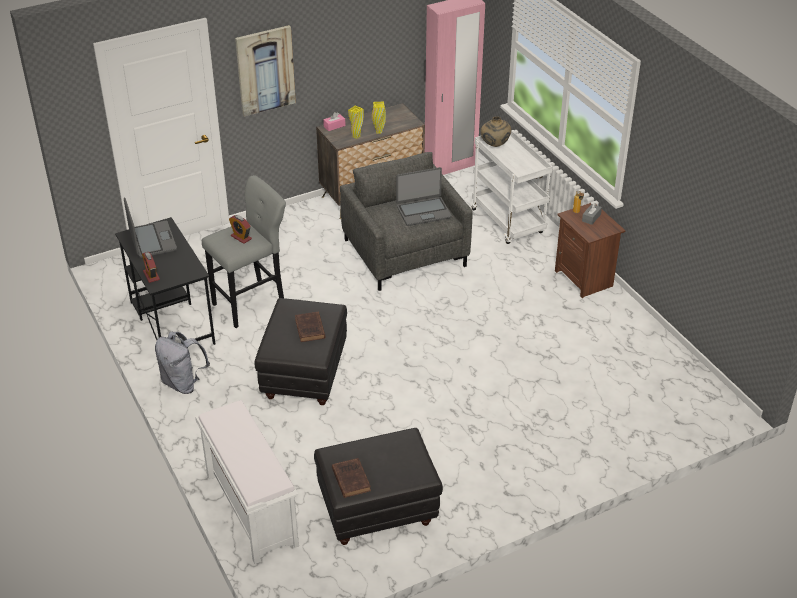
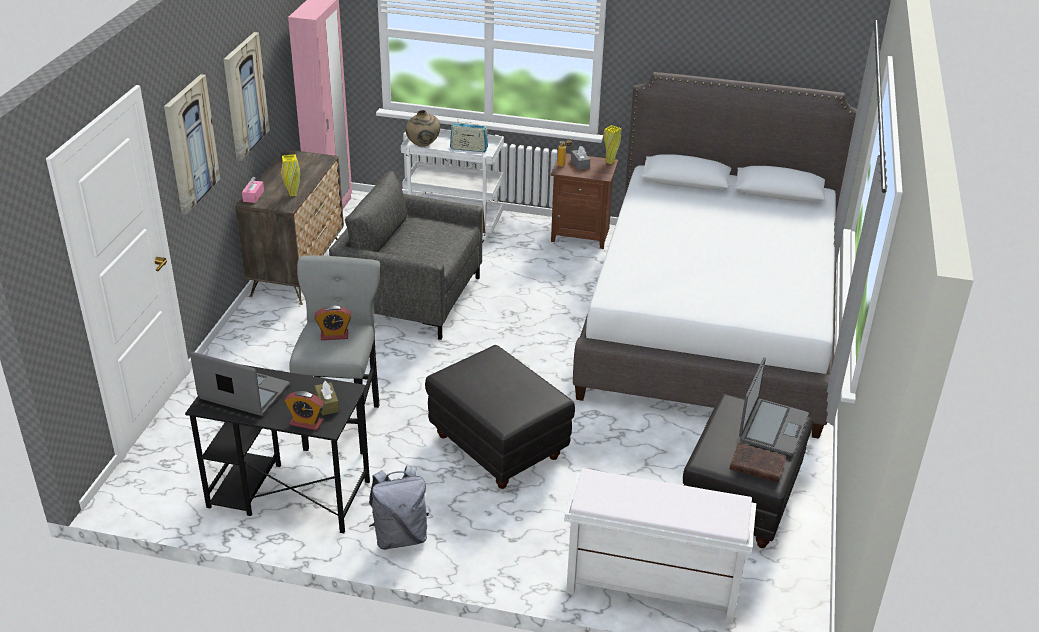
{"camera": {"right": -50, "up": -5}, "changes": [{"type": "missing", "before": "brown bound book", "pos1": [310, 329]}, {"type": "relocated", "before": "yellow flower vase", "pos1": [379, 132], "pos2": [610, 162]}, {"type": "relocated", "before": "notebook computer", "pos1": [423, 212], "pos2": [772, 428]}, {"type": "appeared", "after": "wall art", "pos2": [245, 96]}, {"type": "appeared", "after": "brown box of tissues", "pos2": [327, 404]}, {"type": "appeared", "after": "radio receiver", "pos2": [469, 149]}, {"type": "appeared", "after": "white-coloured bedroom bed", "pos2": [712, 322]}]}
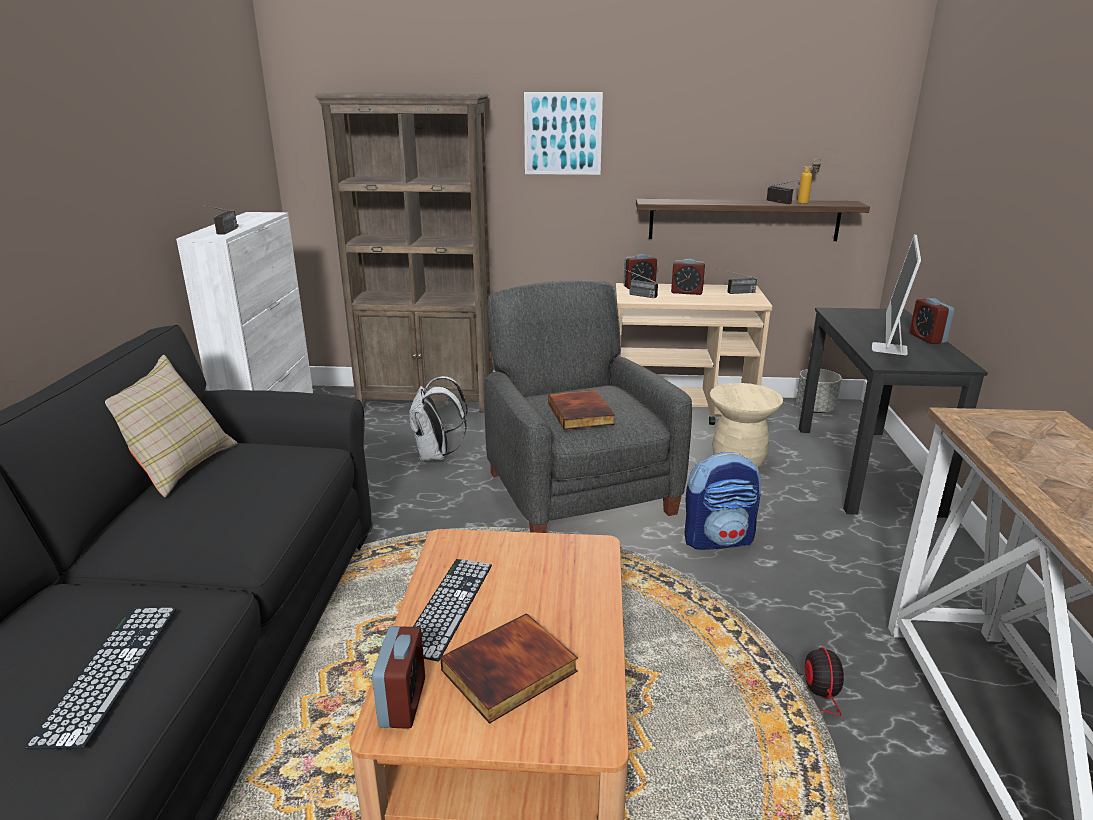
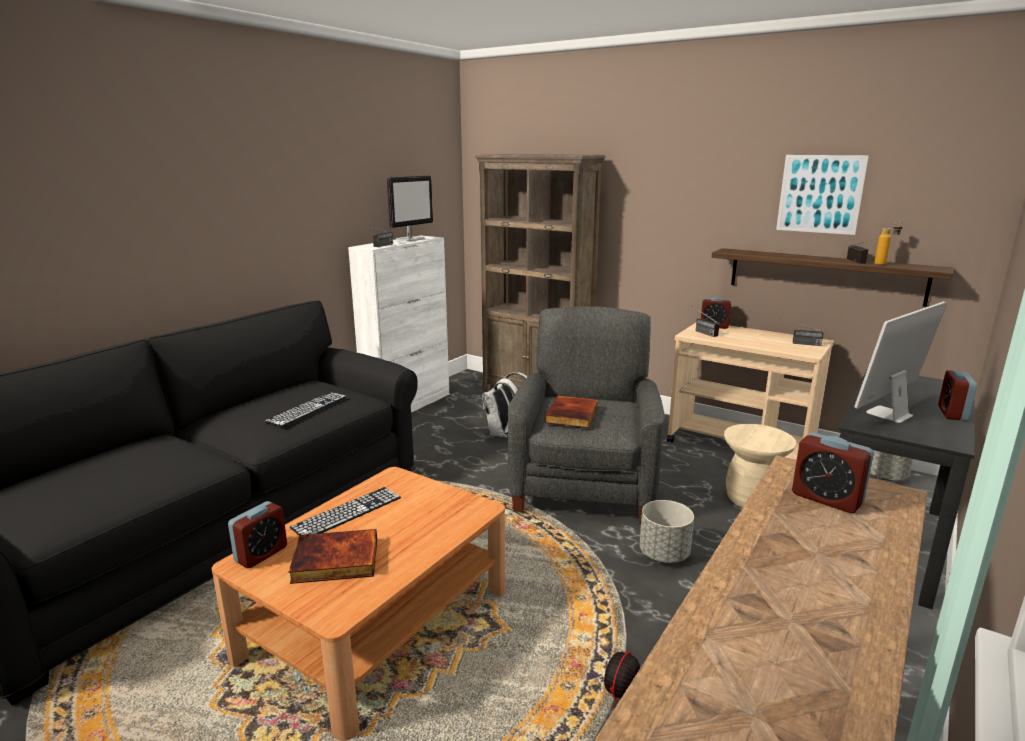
{"camera": {"right": 30, "up": -5}, "changes": [{"type": "relocated", "before": "computer keyboard", "pos1": [109, 672], "pos2": [307, 409]}, {"type": "missing", "before": "sand-coloured cushion", "pos1": [175, 467]}, {"type": "relocated", "before": "wall art", "pos1": [563, 134], "pos2": [820, 194]}, {"type": "relocated", "before": "bedside clock", "pos1": [686, 292], "pos2": [826, 499]}, {"type": "exchanged", "before": "rucksack", "after": "gray planter", "pos1": [718, 539], "pos2": [664, 554]}, {"type": "appeared", "after": "computer display", "pos2": [410, 239]}]}
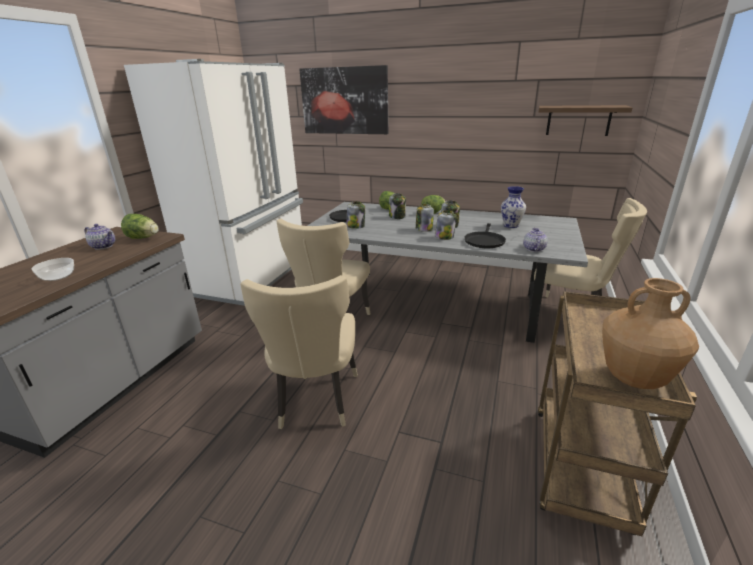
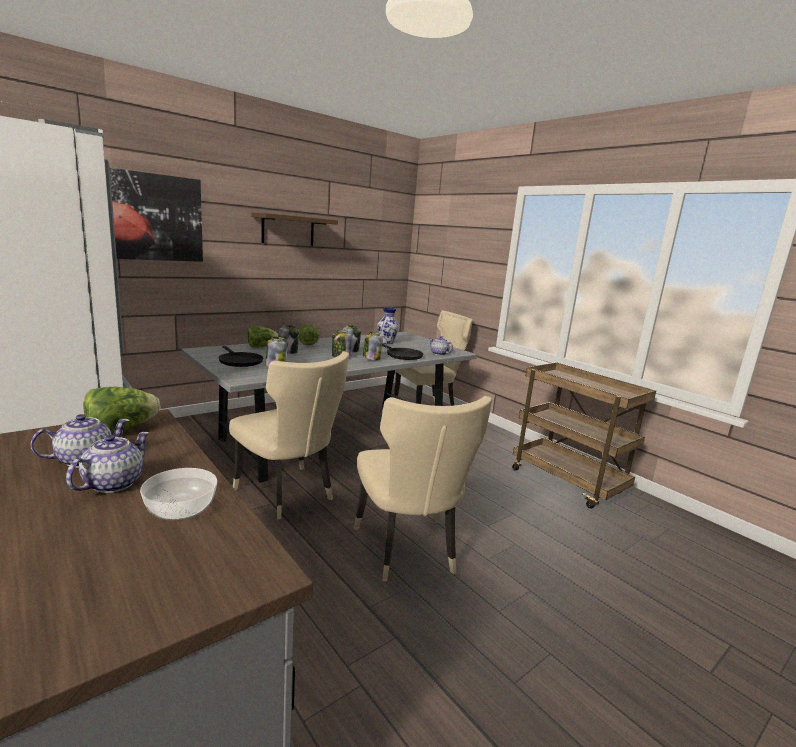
{"camera": {"right": -60, "up": -10}, "changes": [{"type": "spun", "before": "sand-coloured upright chair", "pos1": [315, 402], "pos2": [408, 551], "turn": 45}, {"type": "relocated", "before": "brown shelf", "pos1": [578, 120], "pos2": [288, 230]}, {"type": "missing", "before": "brown flower vase", "pos1": [634, 379]}, {"type": "appeared", "after": "pot for tea", "pos2": [112, 484]}]}
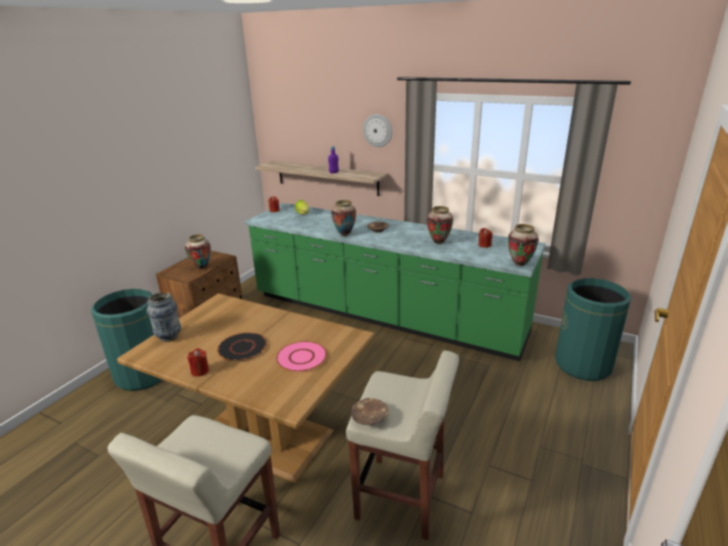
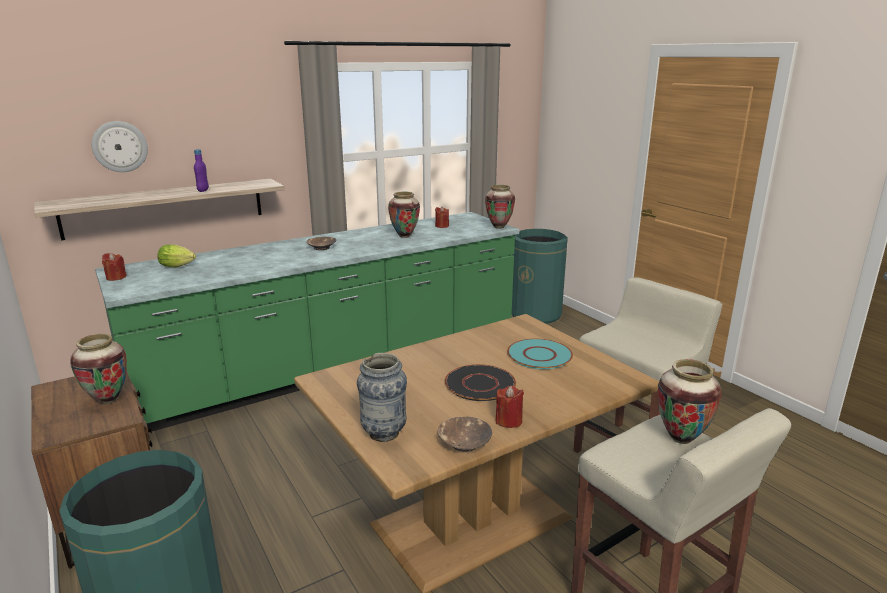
{"camera": {"right": -60, "up": -5}, "changes": [{"type": "colour", "before": "pink-coloured plate", "after": "blue-green plate", "pos1": [301, 357], "pos2": [539, 355]}, {"type": "relocated", "before": "flower vase", "pos1": [344, 234], "pos2": [681, 439]}, {"type": "relocated", "before": "brown serving bowl", "pos1": [370, 417], "pos2": [464, 442]}, {"type": "relocated", "before": "clock on the wall", "pos1": [378, 130], "pos2": [120, 146]}]}
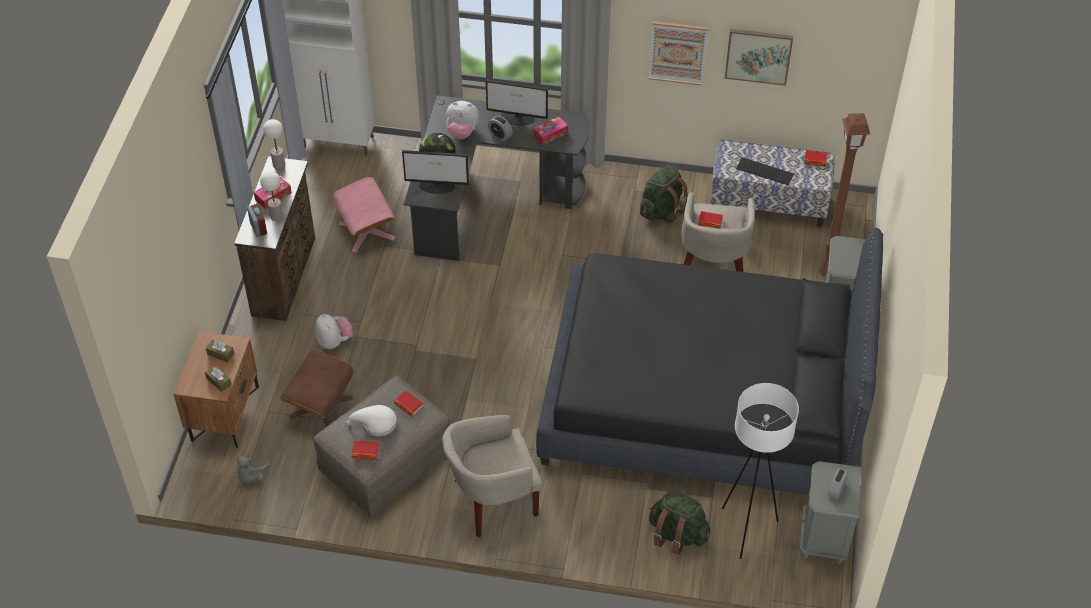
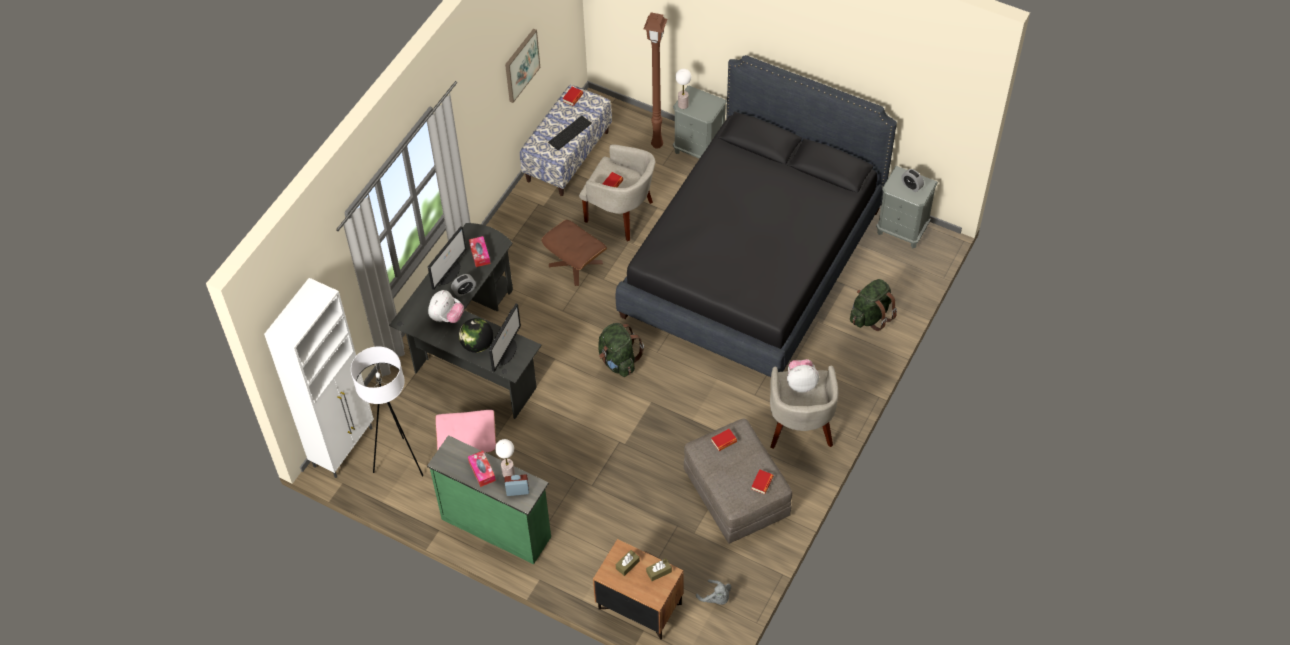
{"camera": {"right": -70, "up": 5}, "changes": [{"type": "colour", "before": "brown chest of drawers", "after": "green chest of drawers", "pos1": [285, 276], "pos2": [496, 526]}, {"type": "relocated", "before": "table lamp", "pos1": [279, 164], "pos2": [683, 105]}, {"type": "relocated", "before": "brown footrest", "pos1": [320, 407], "pos2": [575, 264]}, {"type": "relocated", "before": "plush toy", "pos1": [334, 341], "pos2": [801, 383]}, {"type": "missing", "before": "white-coloured clothing hat", "pos1": [376, 423]}, {"type": "relocated", "before": "green rucksack", "pos1": [661, 210], "pos2": [618, 361]}, {"type": "missing", "before": "wall art", "pos1": [678, 52]}, {"type": "relocated", "before": "white-coloured standard lamp", "pos1": [746, 530], "pos2": [400, 462]}]}
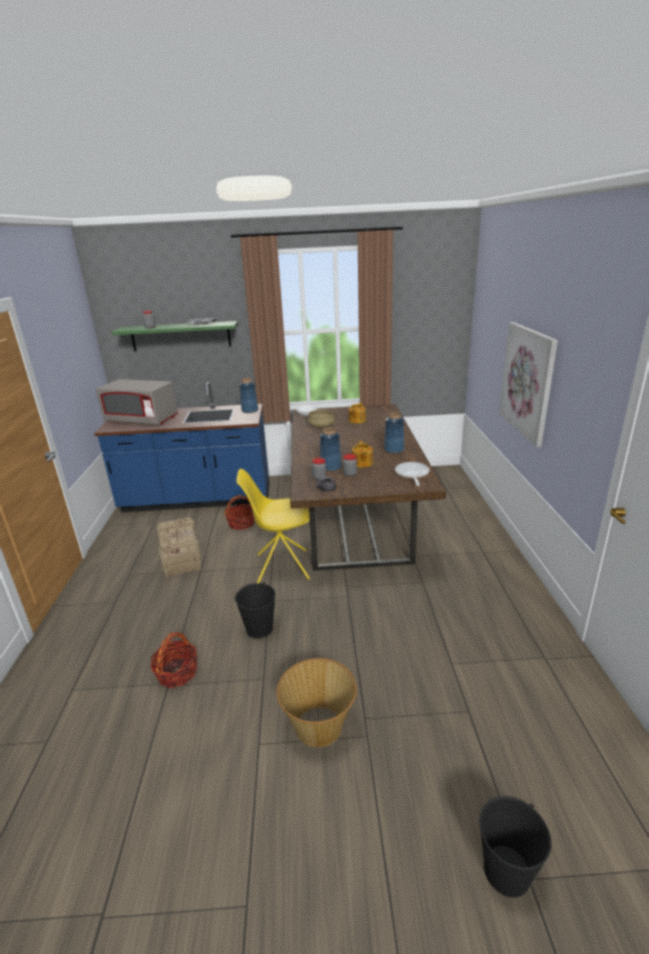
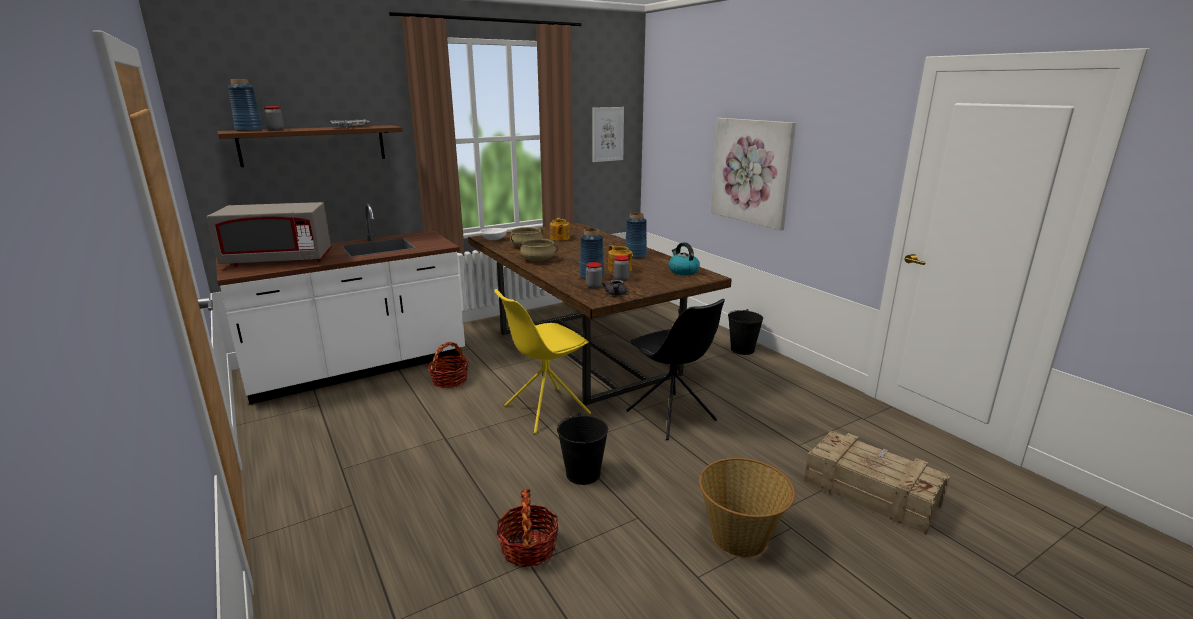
{"camera": {"right": -30, "up": -5}, "changes": [{"type": "colour", "before": "bluish kitchen counter", "after": "white-coloured kitchen counter", "pos1": [197, 499], "pos2": [359, 368]}, {"type": "colour", "before": "green shelf", "after": "brown shelf", "pos1": [181, 336], "pos2": [313, 145]}, {"type": "relocated", "before": "shipping crate", "pos1": [181, 554], "pos2": [870, 492]}, {"type": "relocated", "before": "bluish flower vase", "pos1": [250, 410], "pos2": [249, 130]}, {"type": "exchanged", "before": "frying pan", "after": "tea kettle", "pos1": [412, 475], "pos2": [683, 271]}, {"type": "relocated", "before": "blackish water bucket", "pos1": [507, 871], "pos2": [742, 349]}, {"type": "appeared", "after": "sand-coloured cooking pot", "pos2": [538, 260]}, {"type": "appeared", "after": "wall art", "pos2": [607, 134]}, {"type": "appeared", "after": "blackish upright chair", "pos2": [672, 417]}]}
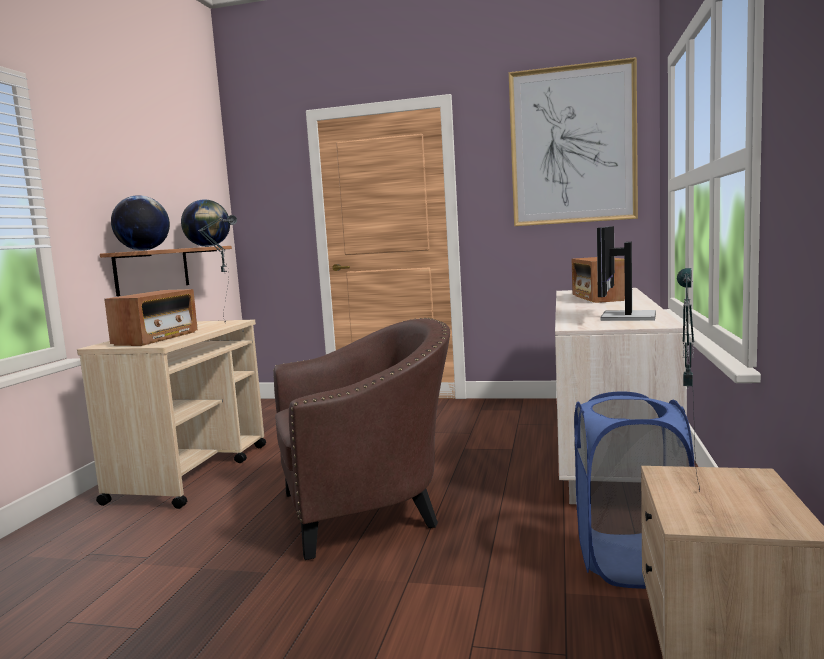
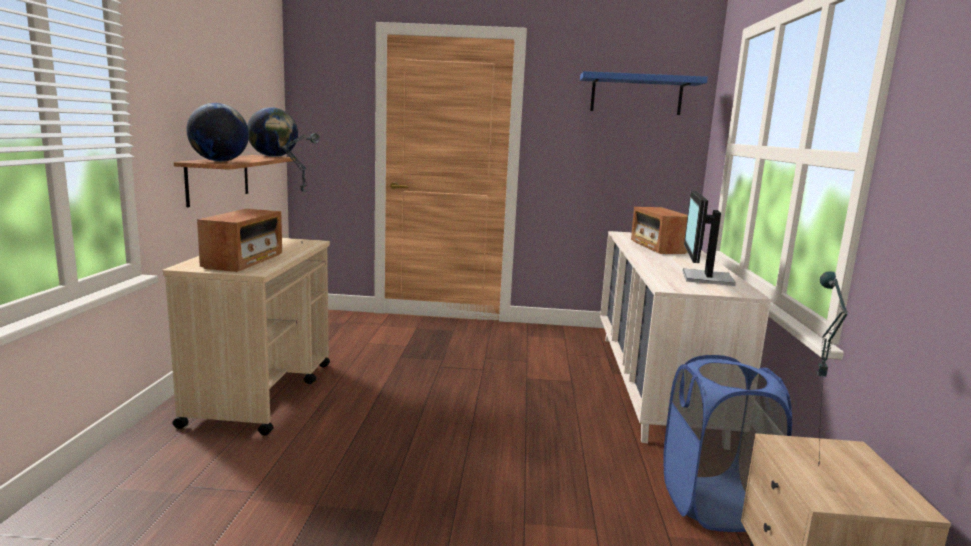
{"camera": {"right": -10, "up": 5}, "changes": [{"type": "missing", "before": "brown easy chair", "pos1": [368, 511]}, {"type": "exchanged", "before": "wall art", "after": "bluish shelf", "pos1": [572, 145], "pos2": [636, 95]}]}
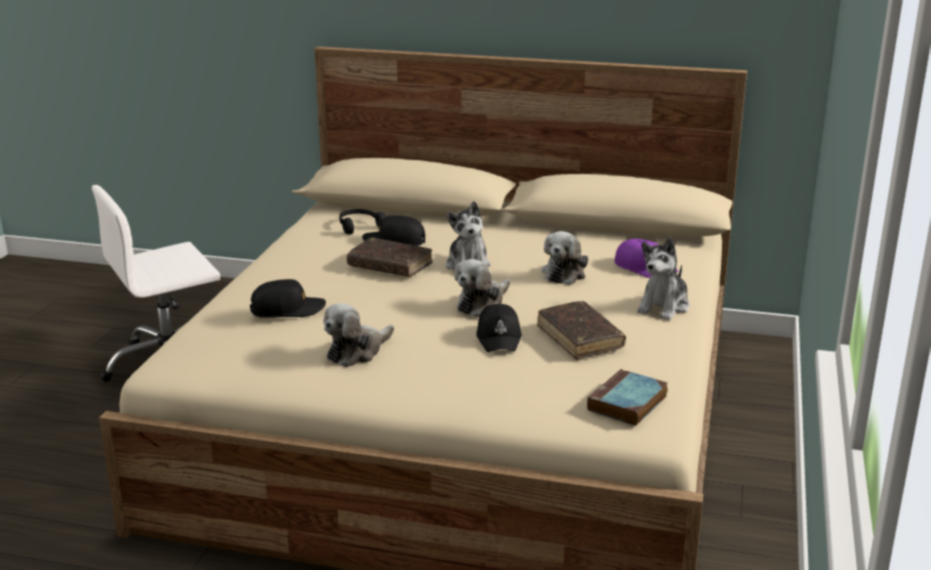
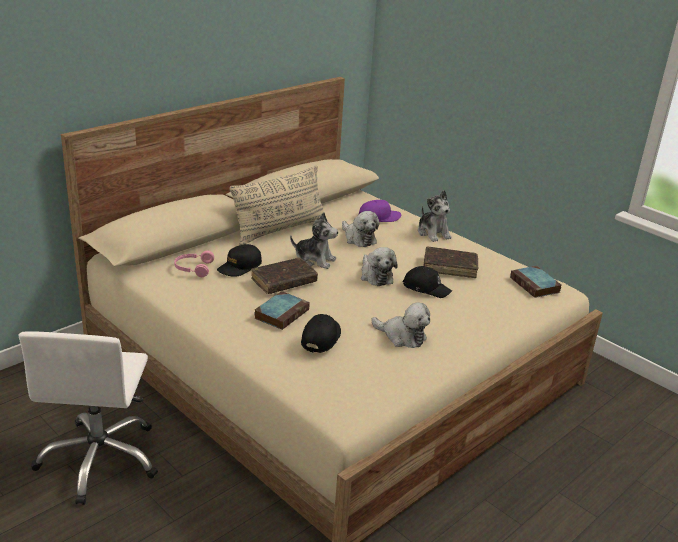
{"camera": {"right": -60, "up": 5}, "changes": [{"type": "spun", "before": "plush toy", "pos1": [357, 352], "pos2": [402, 336], "turn": -45}, {"type": "colour", "before": "blackish headphones", "after": "pink-coloured headphones", "pos1": [359, 226], "pos2": [193, 268]}, {"type": "appeared", "after": "sand-coloured cushion", "pos2": [280, 230]}, {"type": "appeared", "after": "bound book", "pos2": [282, 313]}]}
